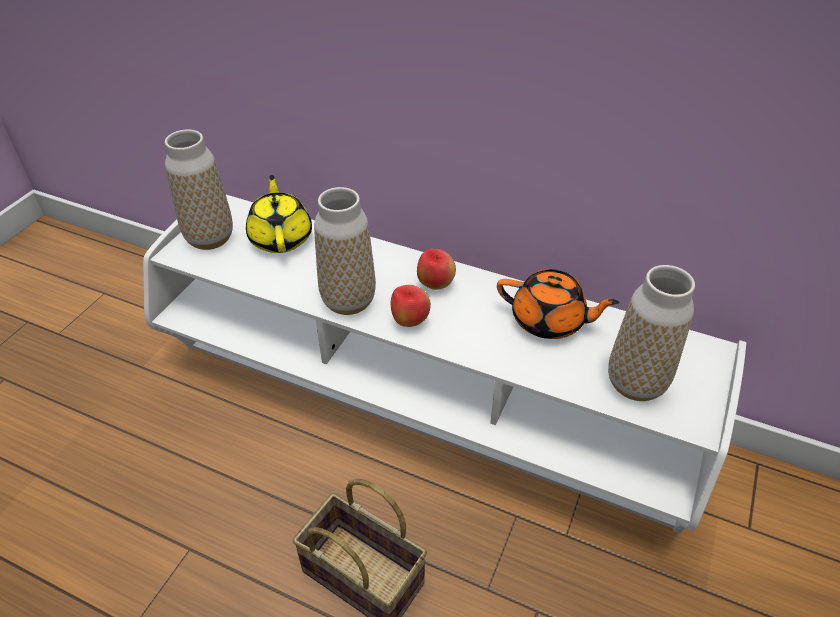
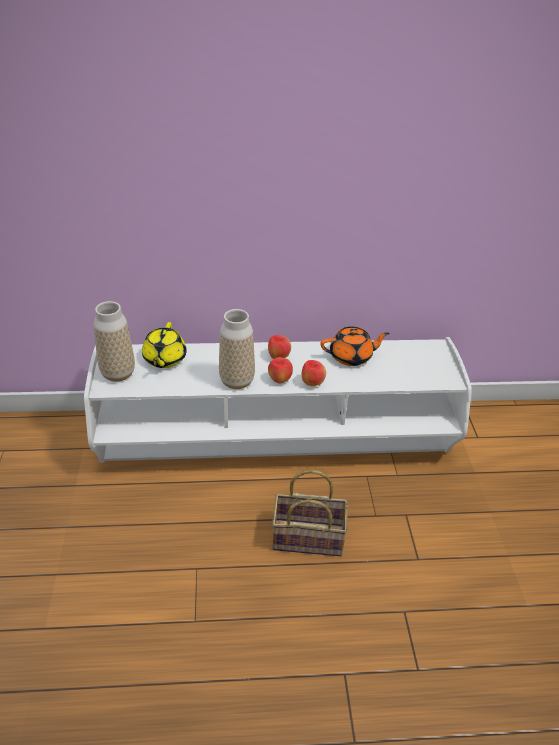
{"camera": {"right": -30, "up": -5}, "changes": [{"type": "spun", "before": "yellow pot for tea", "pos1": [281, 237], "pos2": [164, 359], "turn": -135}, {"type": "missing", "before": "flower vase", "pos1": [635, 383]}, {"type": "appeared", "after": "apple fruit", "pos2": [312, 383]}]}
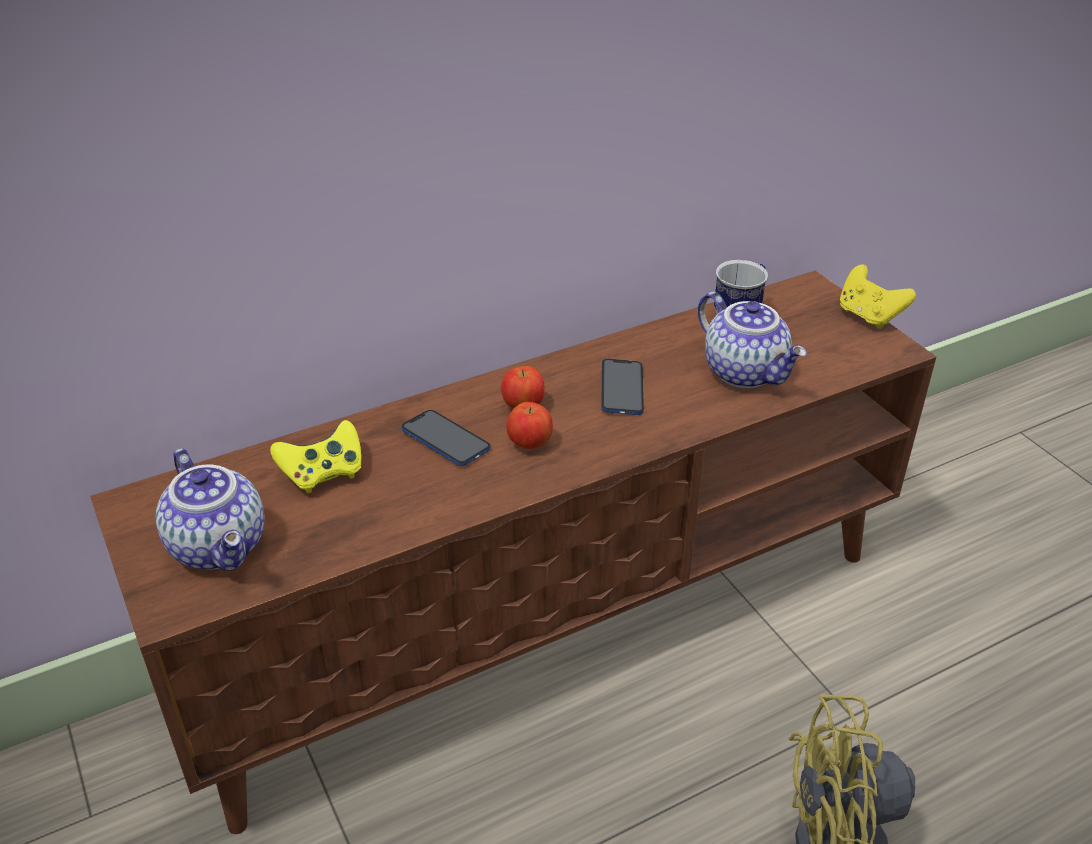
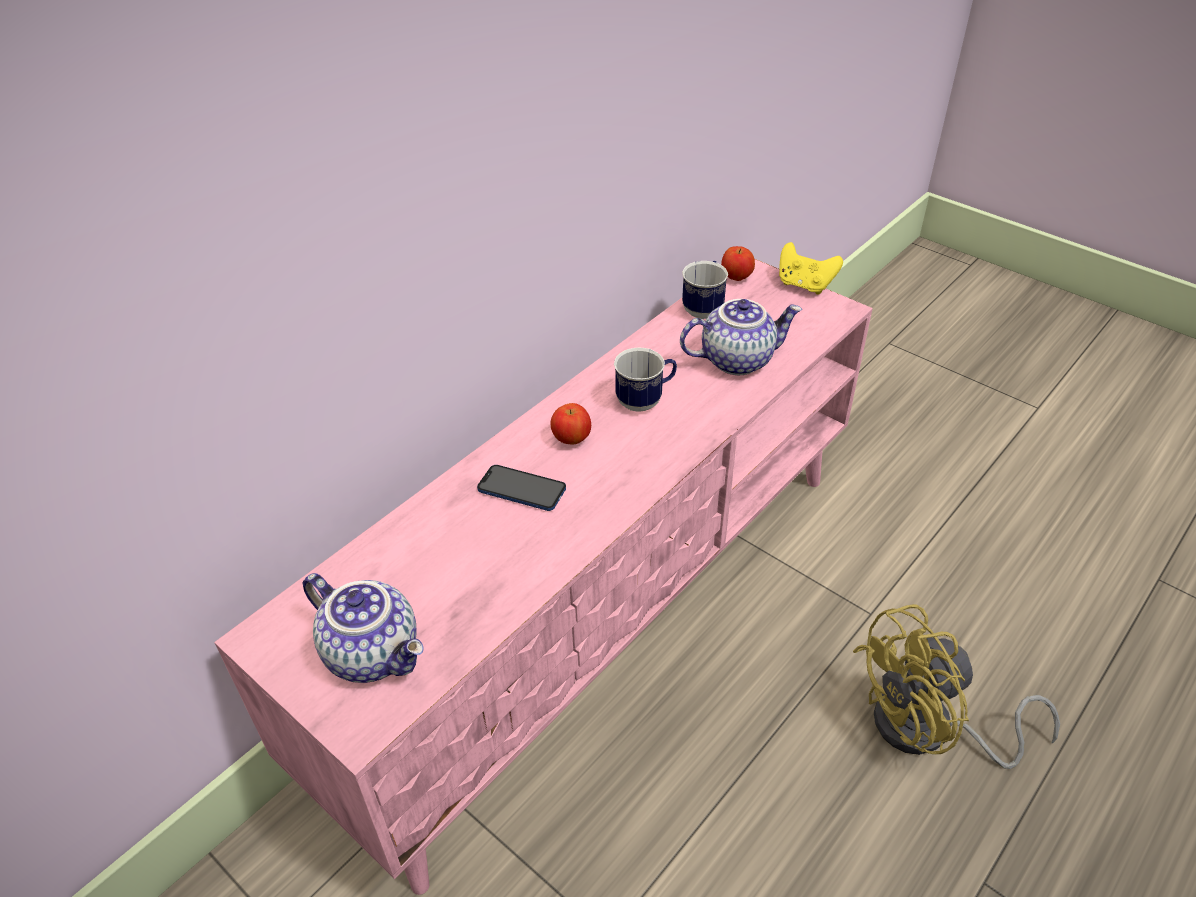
{"camera": {"right": -20, "up": 5}, "changes": [{"type": "colour", "before": "brown tv unit", "after": "pink-coloured tv unit", "pos1": [547, 623], "pos2": [601, 613]}, {"type": "missing", "before": "yellow joypad", "pos1": [323, 474]}, {"type": "relocated", "before": "apple fruit", "pos1": [529, 443], "pos2": [736, 277]}, {"type": "exchanged", "before": "telephone", "after": "tea mug", "pos1": [622, 389], "pos2": [645, 400]}, {"type": "spun", "before": "pot for tea", "pos1": [746, 372], "pos2": [737, 359], "turn": -45}]}
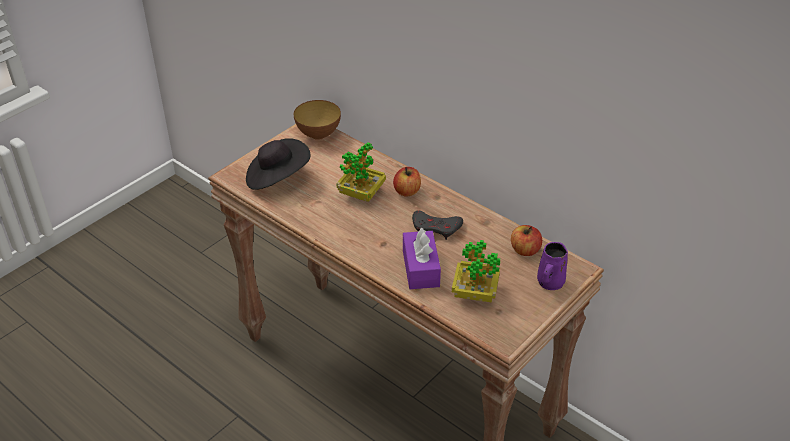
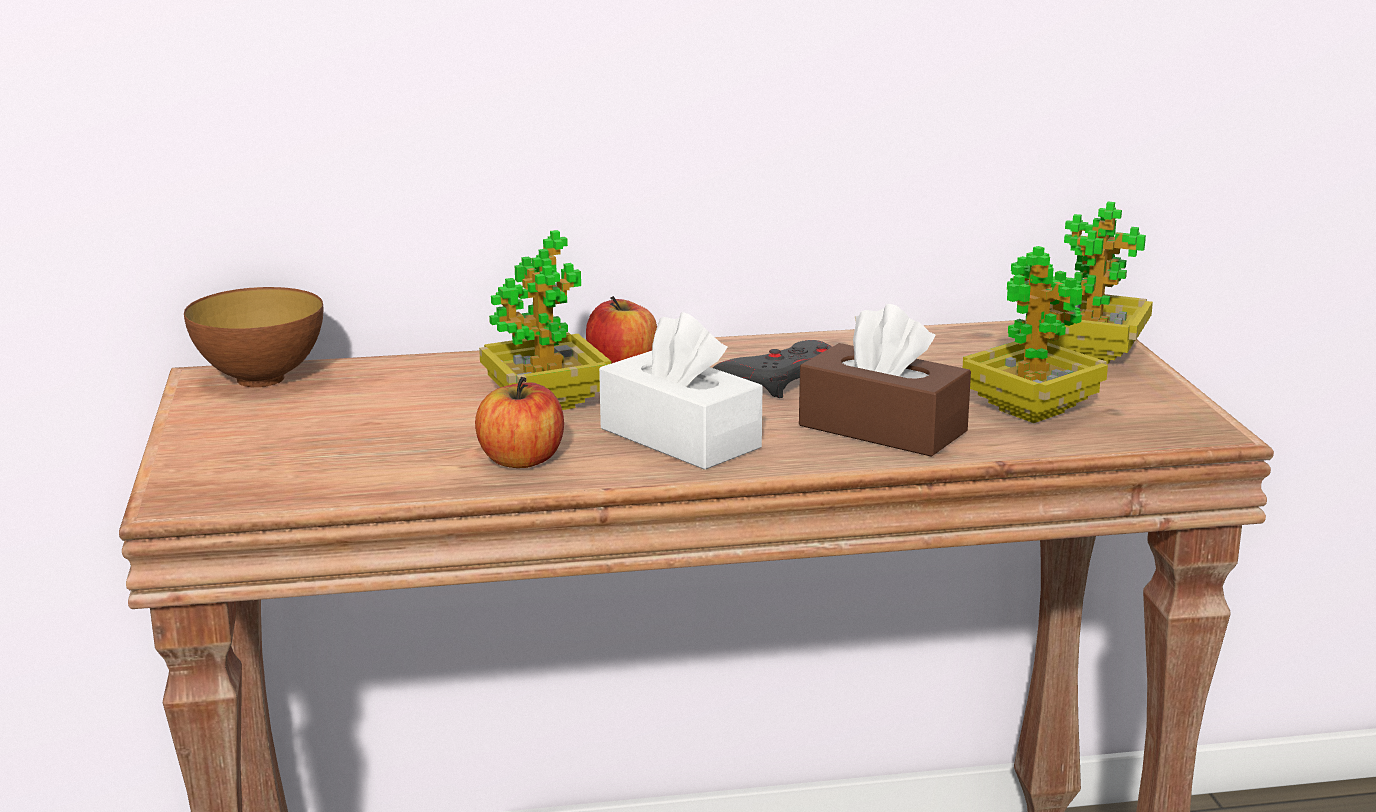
{"camera": {"right": -50, "up": -20}, "changes": [{"type": "missing", "before": "blackish clothing hat", "pos1": [277, 178]}, {"type": "colour", "before": "purplish box of tissues", "after": "brown box of tissues", "pos1": [420, 268], "pos2": [882, 428]}, {"type": "relocated", "before": "apple fruit", "pos1": [525, 250], "pos2": [521, 460]}, {"type": "exchanged", "before": "purplish tea mug", "after": "plant in a pot", "pos1": [549, 283], "pos2": [1091, 354]}, {"type": "appeared", "after": "white-coloured box of tissues", "pos2": [680, 438]}]}
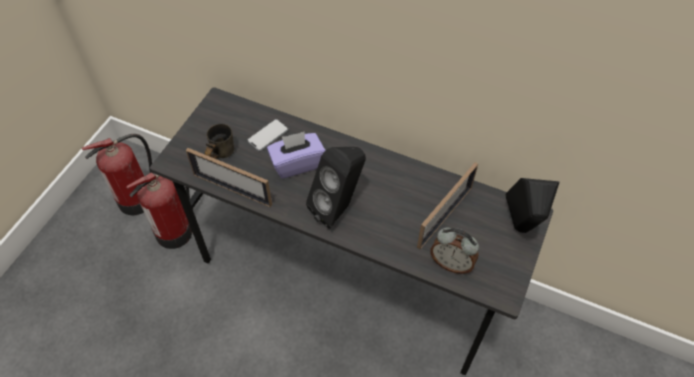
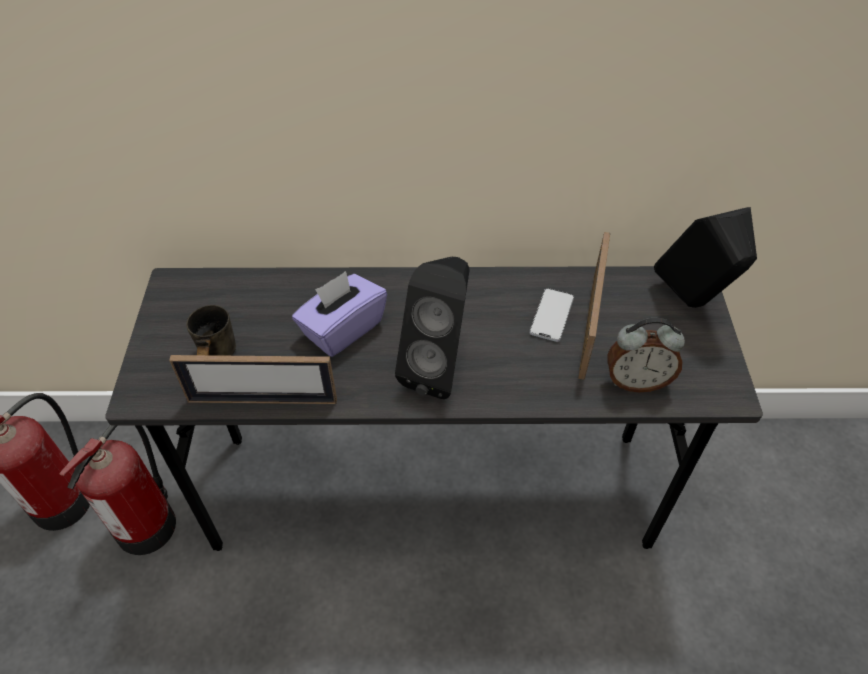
{"camera": {"right": -25, "up": -5}, "changes": [{"type": "relocated", "before": "telephone", "pos1": [268, 135], "pos2": [551, 315]}]}
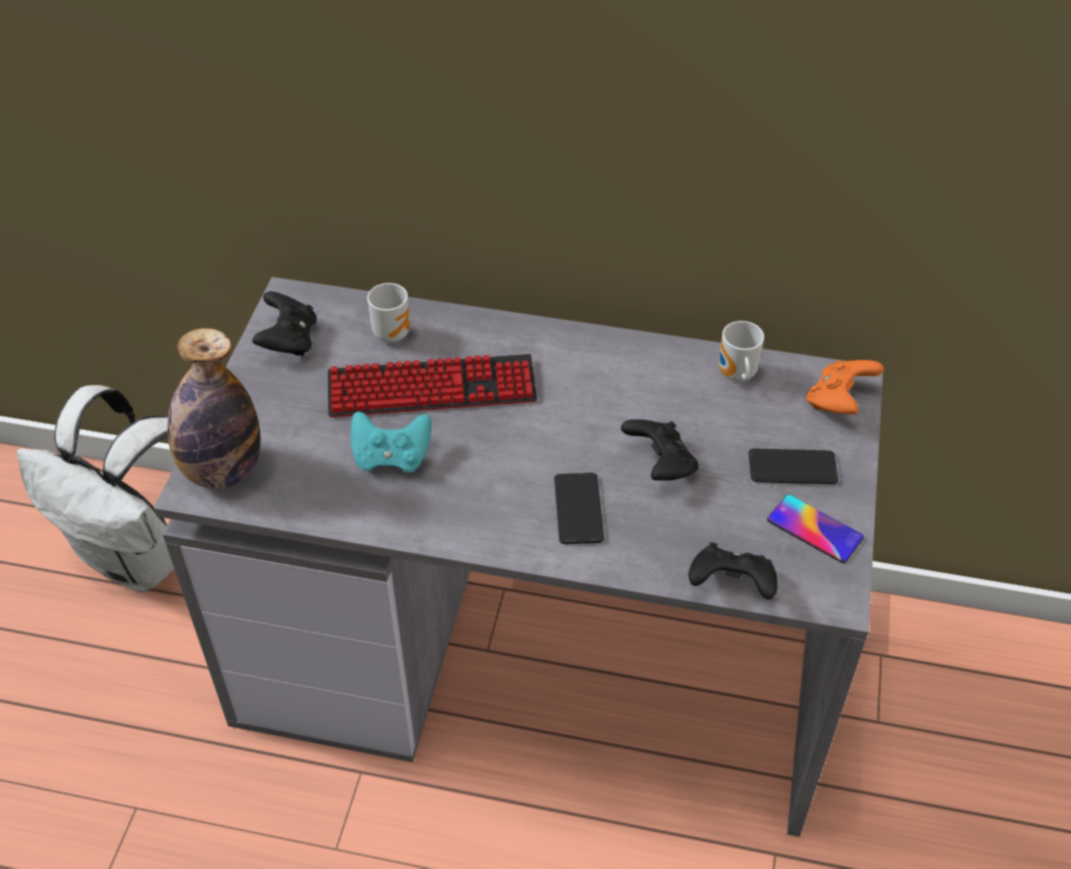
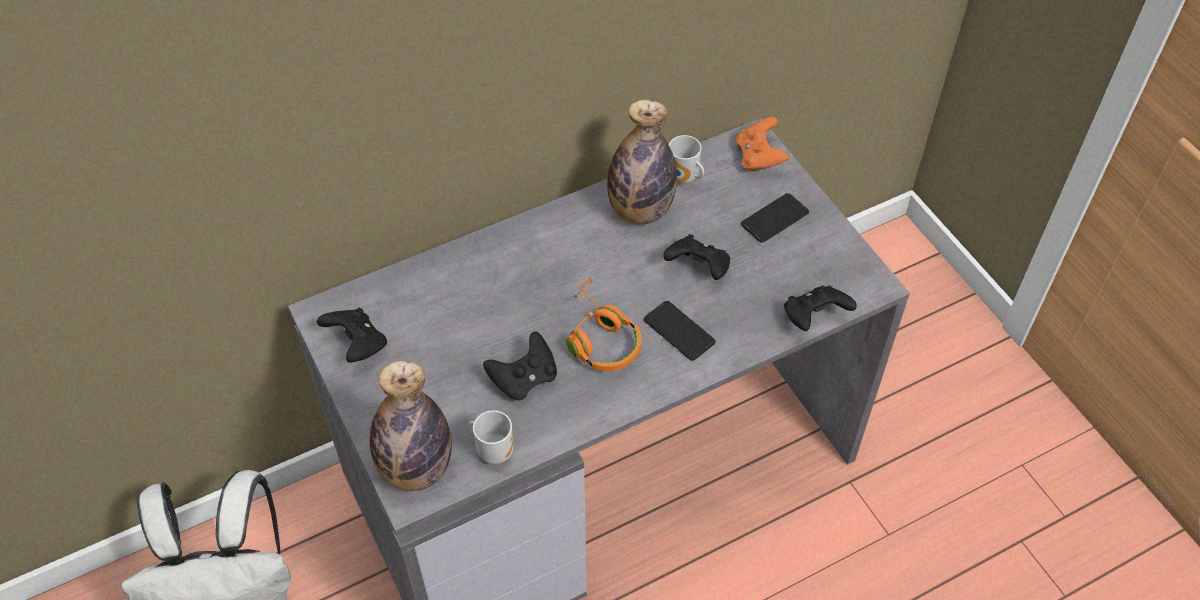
{"camera": {"right": -40, "up": 5}, "changes": [{"type": "missing", "before": "computer keyboard", "pos1": [431, 389]}, {"type": "colour", "before": "blue-green joypad", "after": "blackish joypad", "pos1": [391, 457], "pos2": [524, 379]}, {"type": "relocated", "before": "tea mug", "pos1": [392, 332], "pos2": [494, 450]}, {"type": "missing", "before": "telephone", "pos1": [815, 529]}, {"type": "appeared", "after": "orange-coloured headphones", "pos2": [599, 337]}, {"type": "appeared", "after": "drink bottle", "pos2": [640, 210]}]}
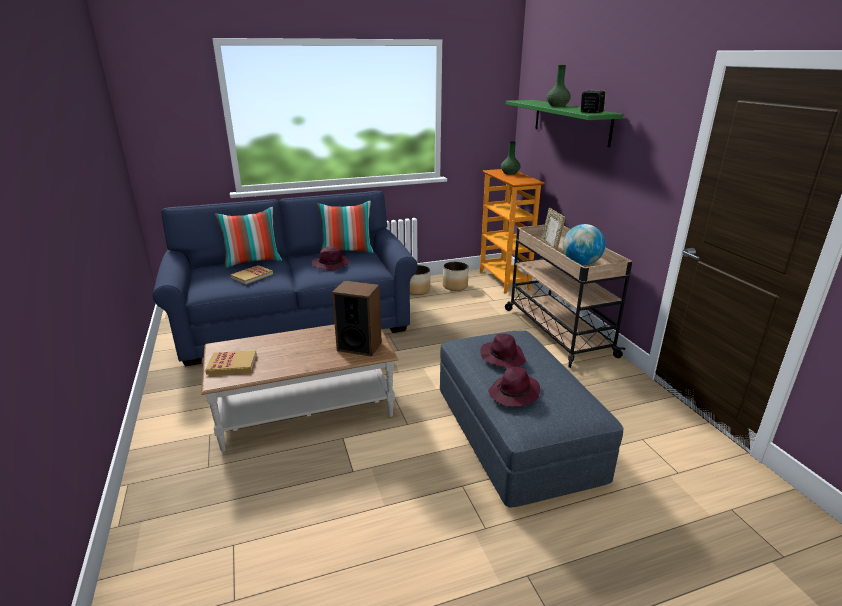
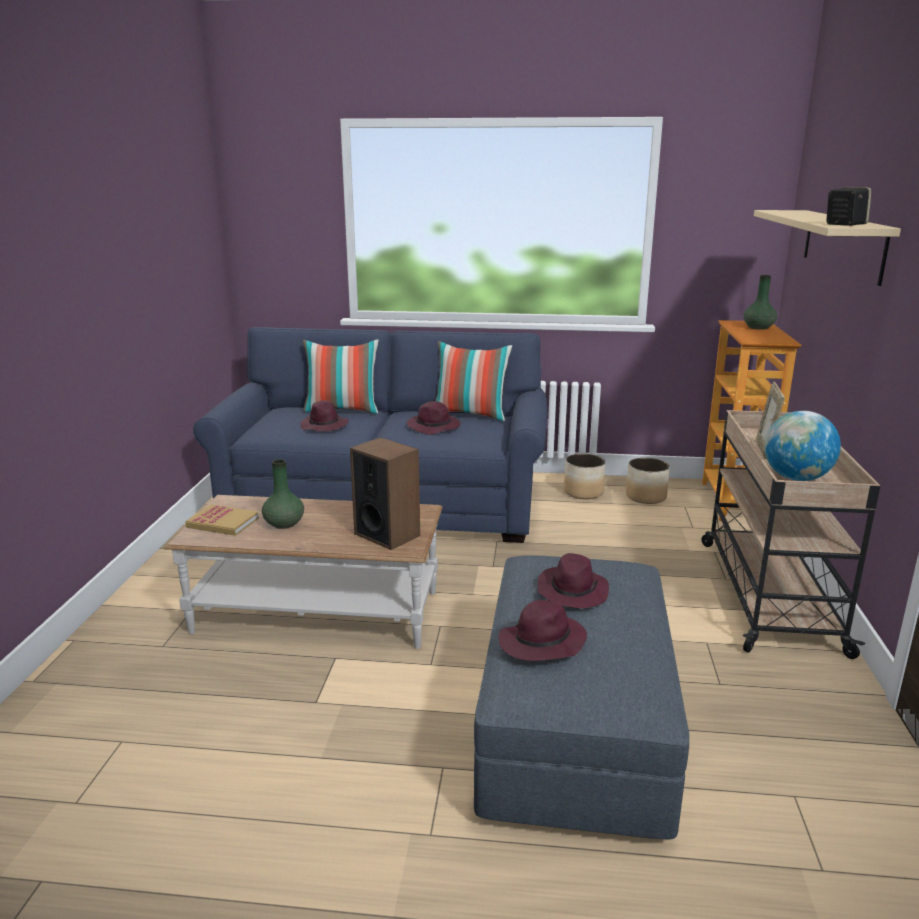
{"camera": {"right": 25, "up": -5}, "changes": [{"type": "exchanged", "before": "bound book", "after": "purplish clothing hat", "pos1": [252, 276], "pos2": [325, 426]}, {"type": "colour", "before": "green shelf", "after": "sand-coloured shelf", "pos1": [571, 121], "pos2": [842, 244]}, {"type": "relocated", "before": "green flower vase", "pos1": [557, 106], "pos2": [284, 524]}]}
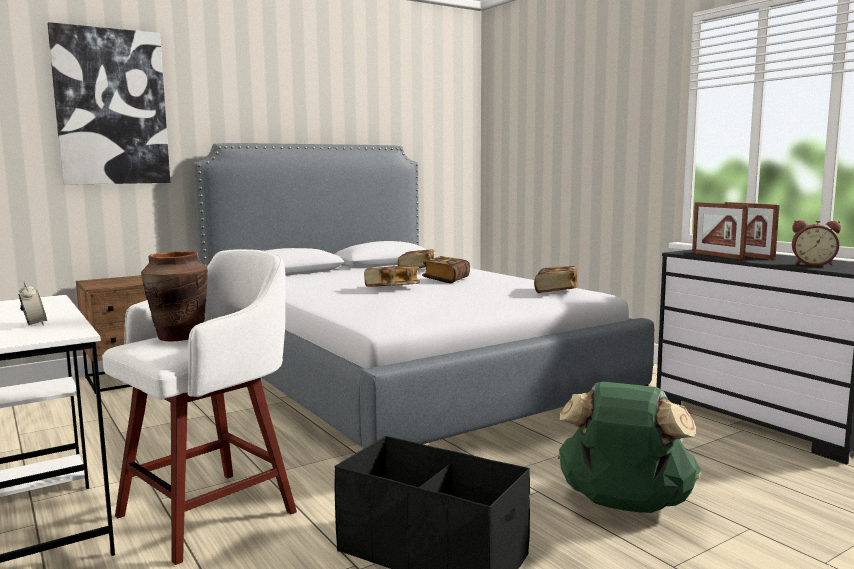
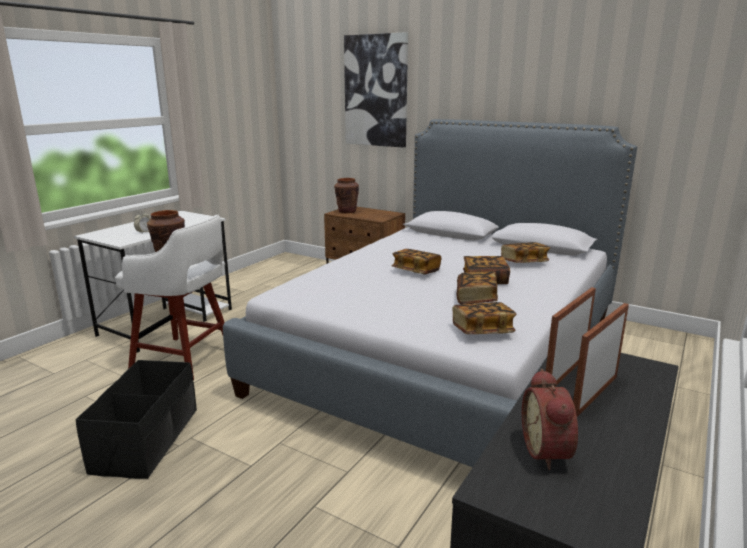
{"camera": {"right": 65, "up": 10}, "changes": [{"type": "missing", "before": "green rucksack", "pos1": [624, 505]}, {"type": "appeared", "after": "brown flower vase", "pos2": [347, 212]}, {"type": "appeared", "after": "bound book", "pos2": [476, 298]}]}
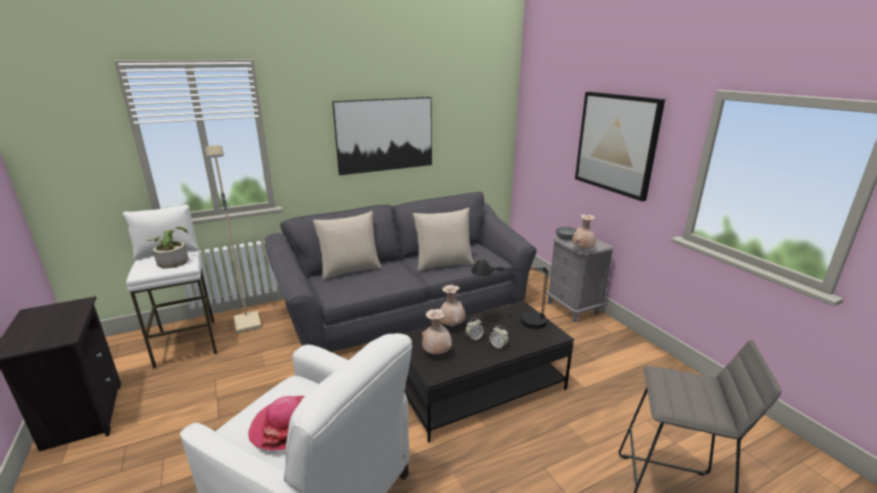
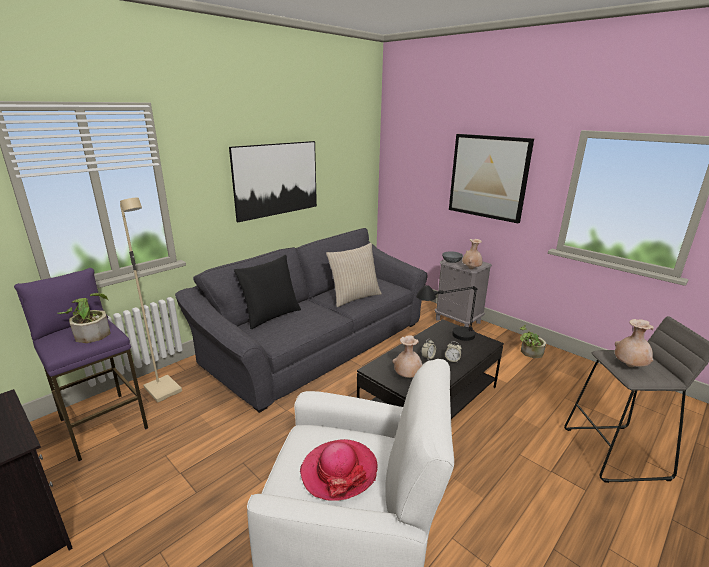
{"camera": {"right": -20, "up": 0}, "changes": [{"type": "colour", "before": "white-coloured sitting stool", "after": "purplish sitting stool", "pos1": [187, 342], "pos2": [103, 424]}, {"type": "colour", "before": "sand-coloured cushion", "after": "blackish cushion", "pos1": [350, 270], "pos2": [271, 316]}, {"type": "relocated", "before": "sand-coloured flower vase", "pos1": [451, 325], "pos2": [629, 366]}, {"type": "appeared", "after": "plant in a pot", "pos2": [529, 353]}]}
